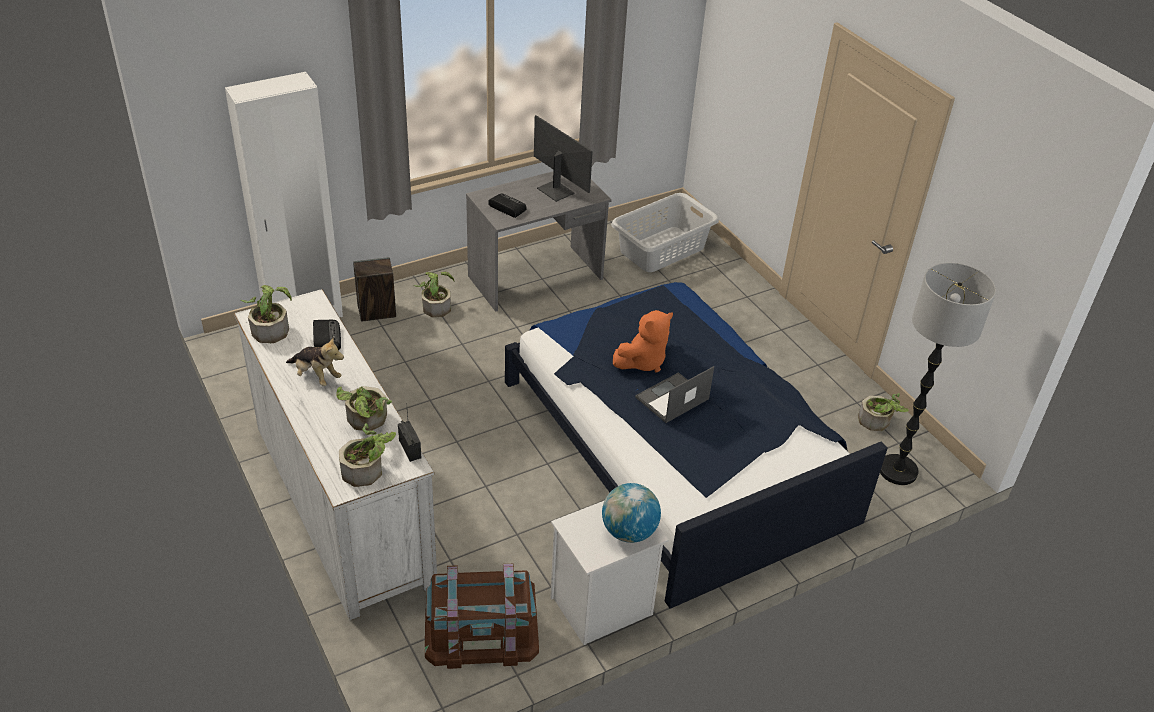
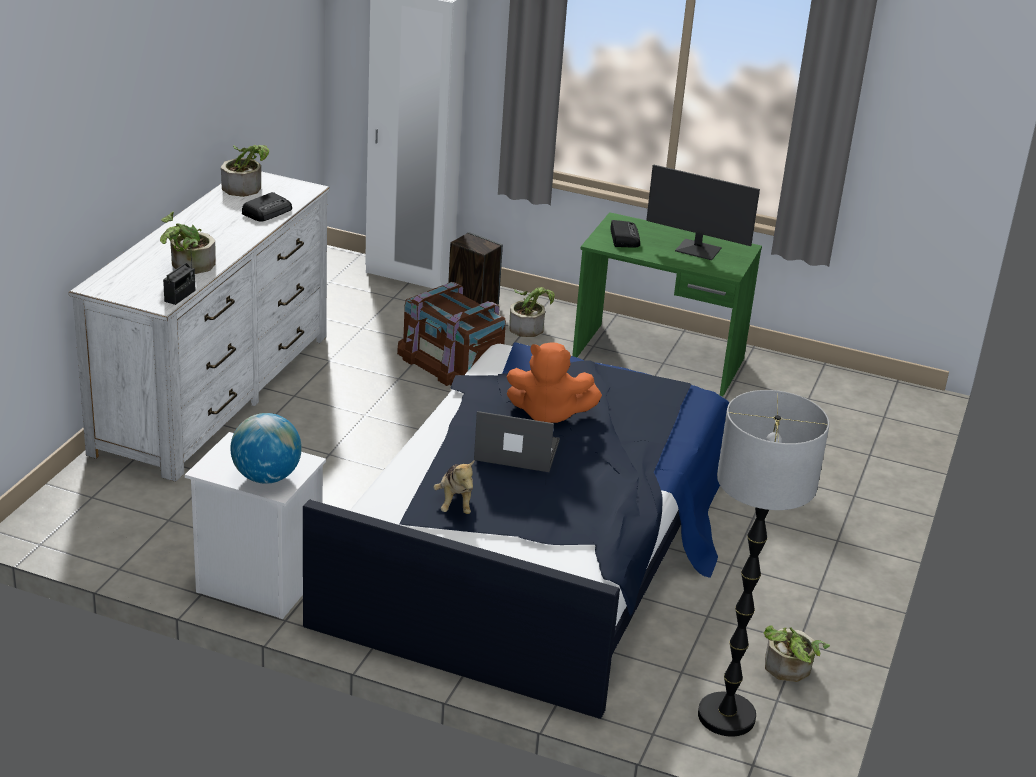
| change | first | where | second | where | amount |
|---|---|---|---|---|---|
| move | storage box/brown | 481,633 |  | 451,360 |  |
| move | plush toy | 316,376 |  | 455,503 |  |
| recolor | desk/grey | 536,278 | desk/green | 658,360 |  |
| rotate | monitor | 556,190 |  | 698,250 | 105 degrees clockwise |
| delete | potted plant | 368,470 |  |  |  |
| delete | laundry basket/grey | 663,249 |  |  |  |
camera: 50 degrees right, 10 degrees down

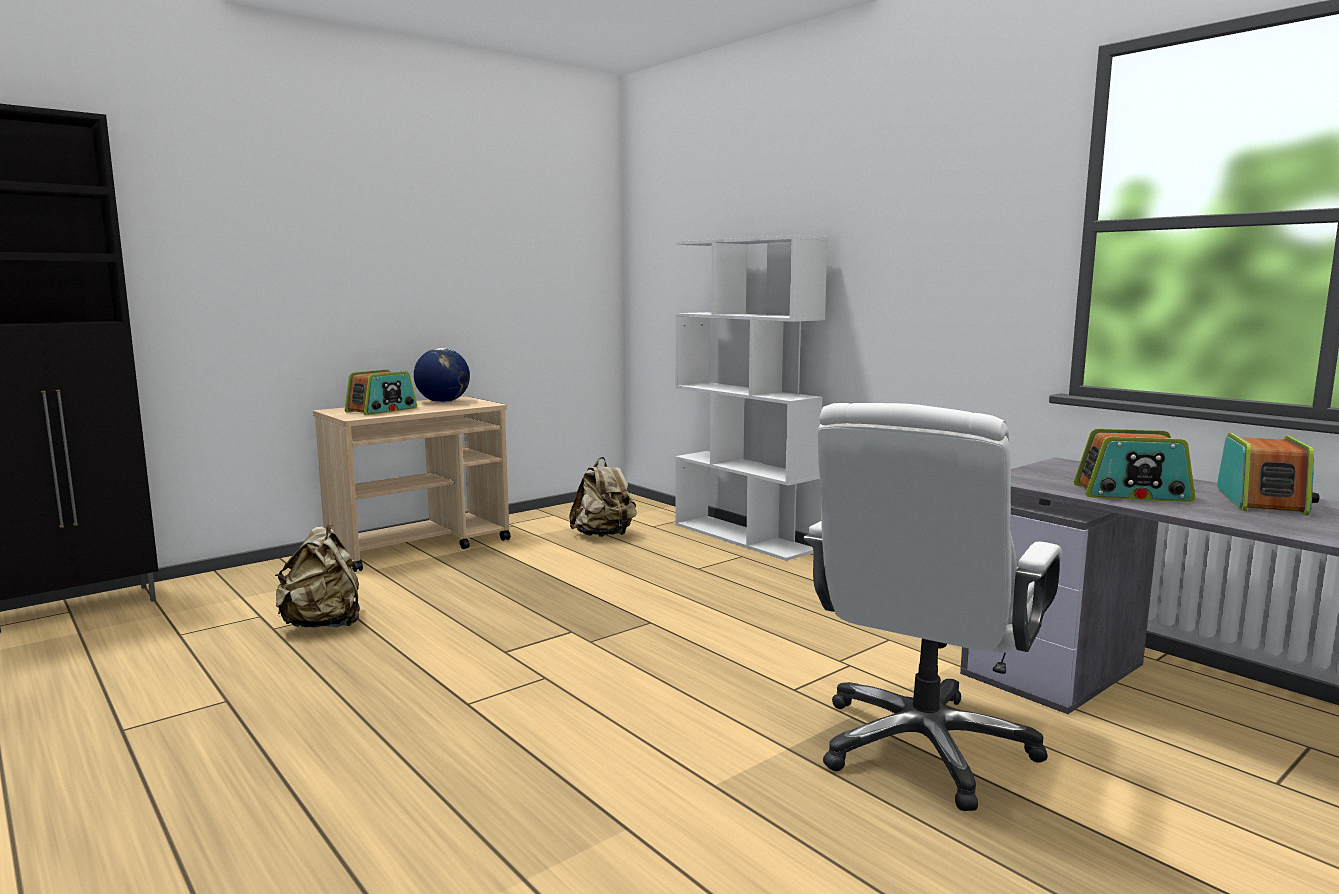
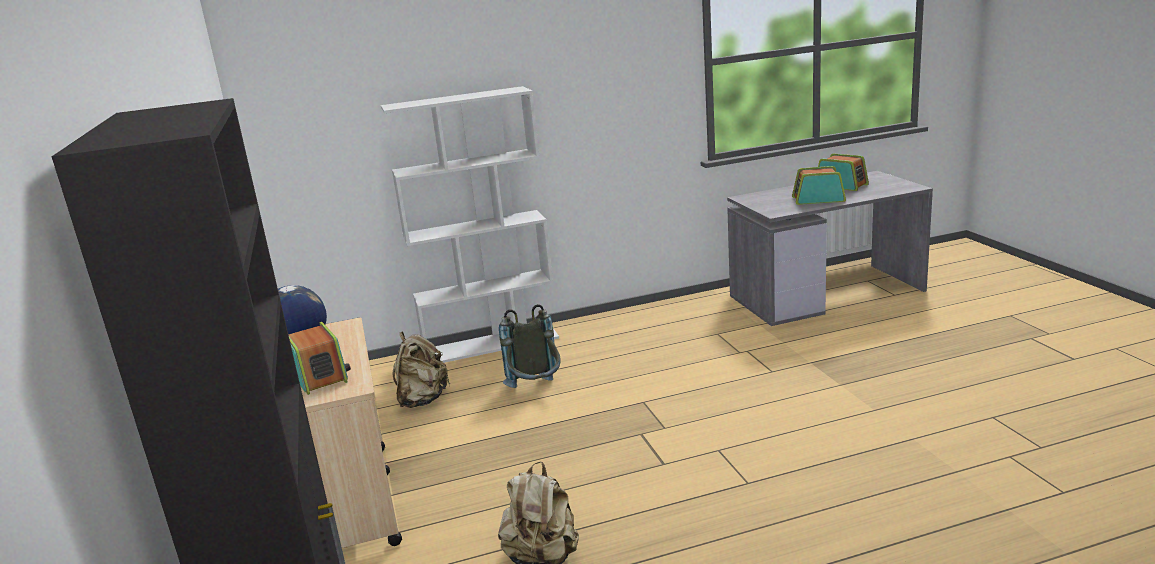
| change | first | where | second | where | amount |
|---|---|---|---|---|---|
| insert |  |  | backpack/grey | 536,391 |  |
| rotate | radio | 1132,493 |  | 818,199 | 120 degrees counterclockwise |
| delete | office chair/white | 923,747 |  |  |  |
camera: 65 degrees left, 10 degrees up

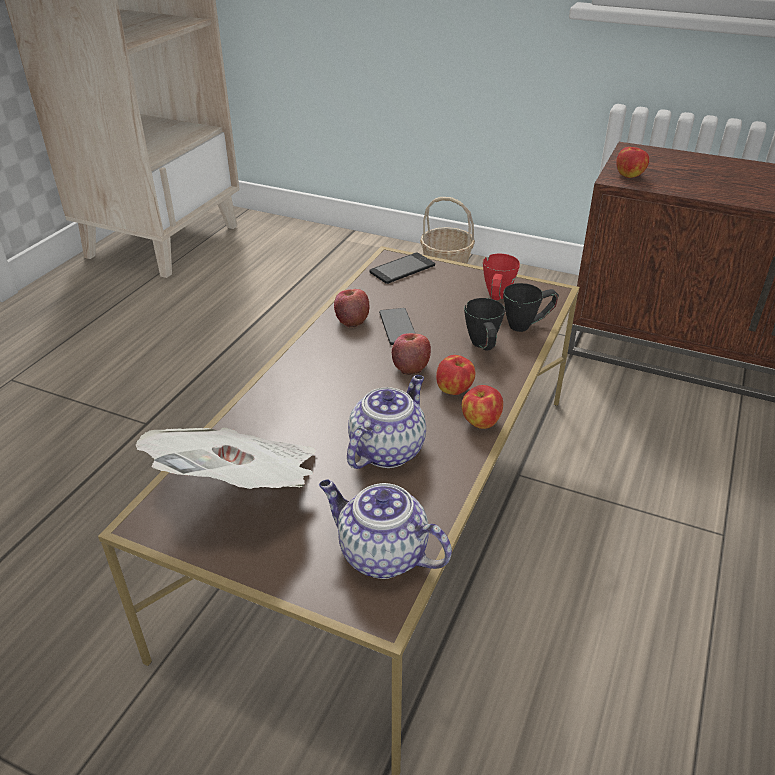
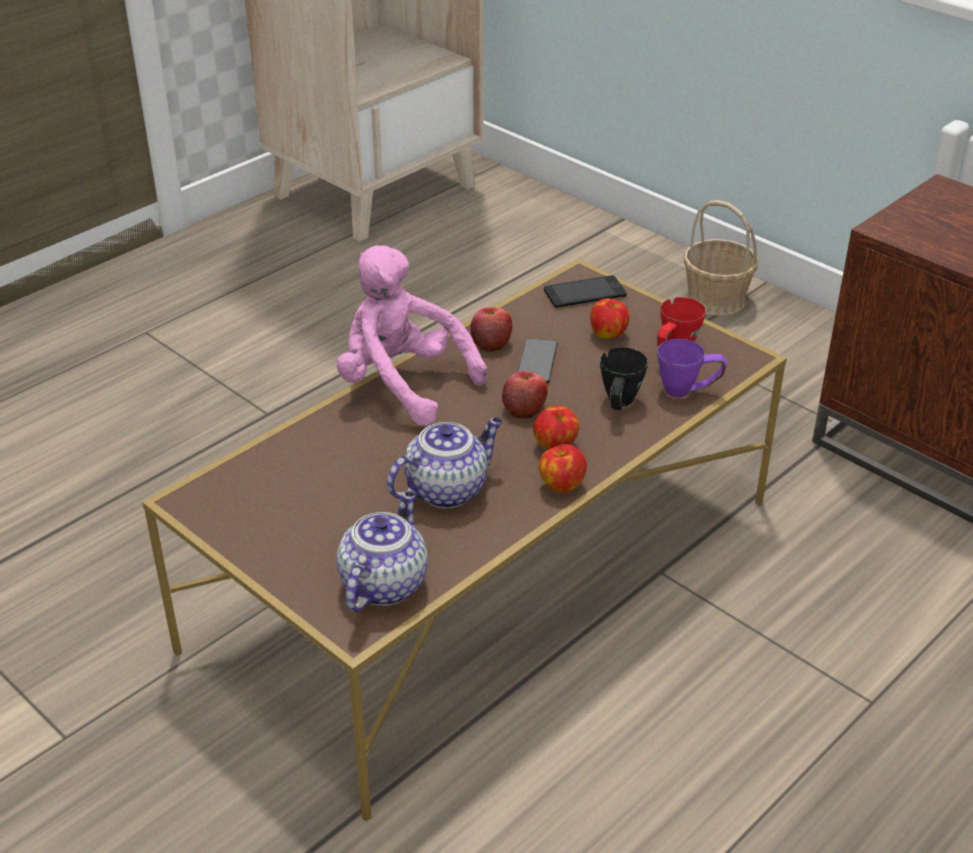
| change | first | where | second | where | amount |
|---|---|---|---|---|---|
| insert |  |  | plush toy/pink | 402,385 |  |
| rotate | teapot | 381,554 |  | 383,583 | 60 degrees clockwise |
| move | apple | 629,175 |  | 608,334 |  |
| recolor | mug/black | 527,325 | mug/purple | 688,391 |  |
| delete | newspaper | 242,487 |  |  |  |
camera: 20 degrees right, 0 degrees up

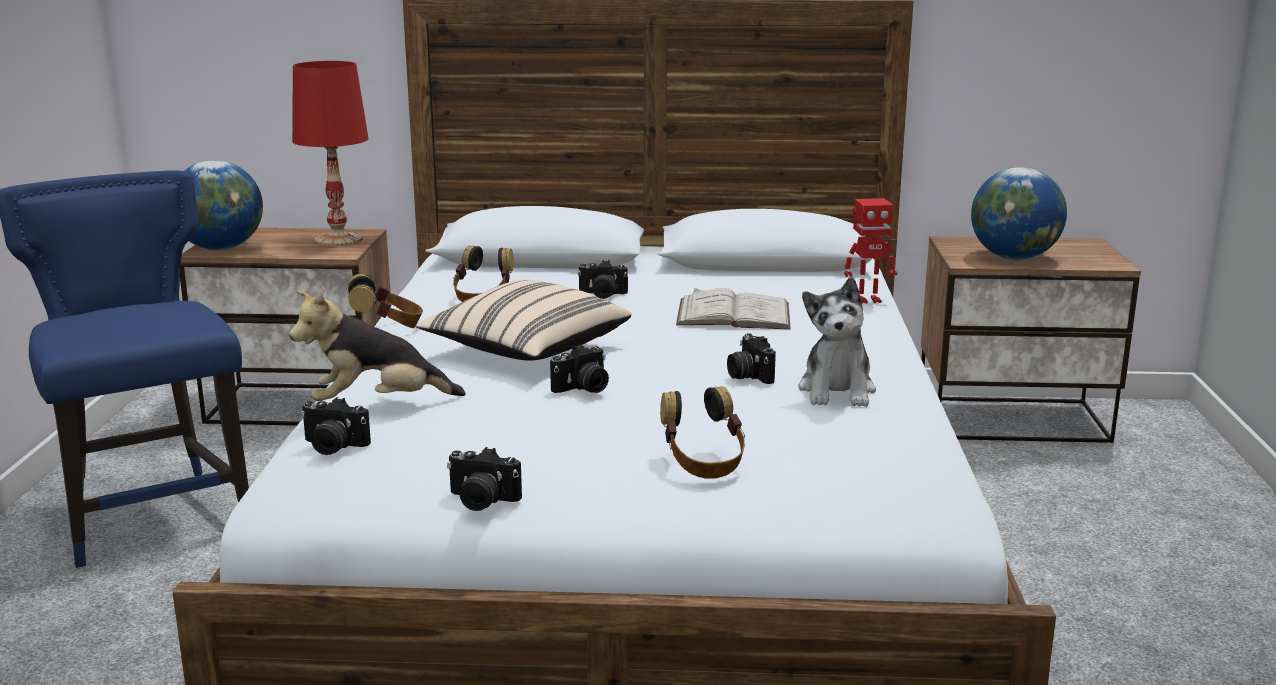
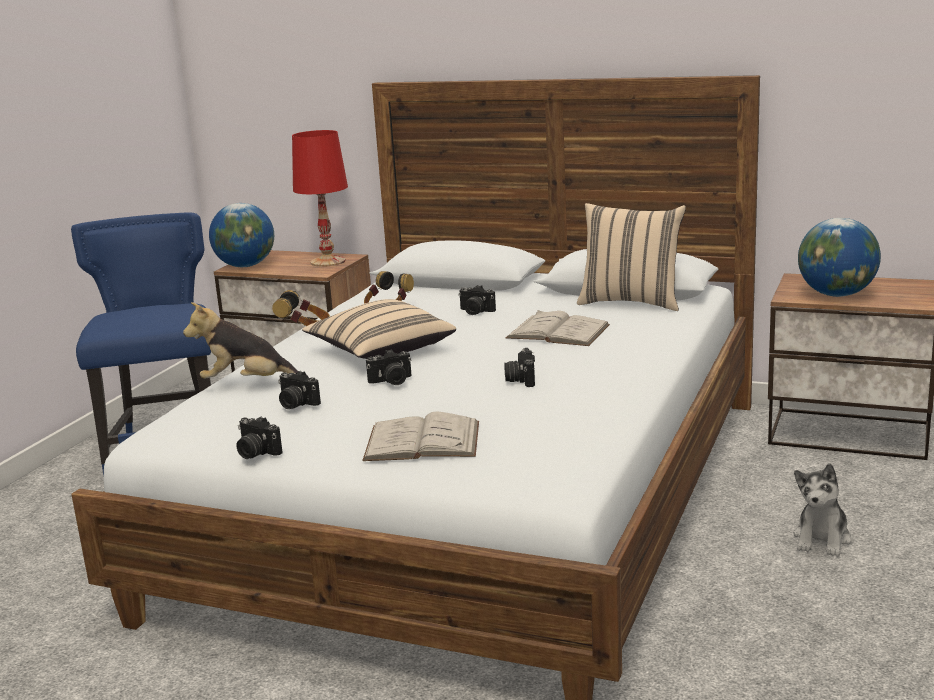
| change | first | where | second | where | amount |
|---|---|---|---|---|---|
| move | photo camera | 332,446 |  | 296,404 |  |
| replace | headphones | 703,464 | book/white | 422,441 |  |
| insert |  |  | pillow/beige | 631,302 |  |
| move | plush toy | 837,390 |  | 822,539 |  |
| delete | toy robot | 867,300 |  |  |  |
camera: 20 degrees right, 0 degrees up

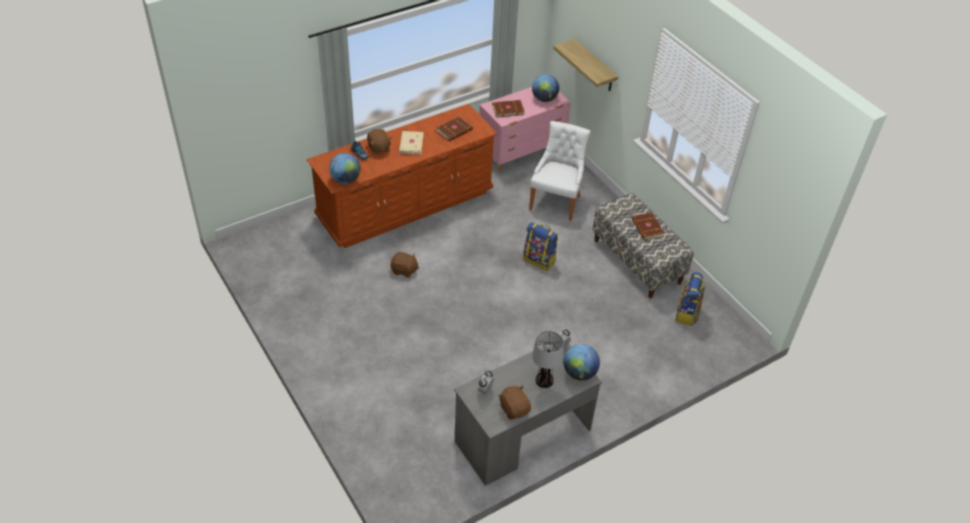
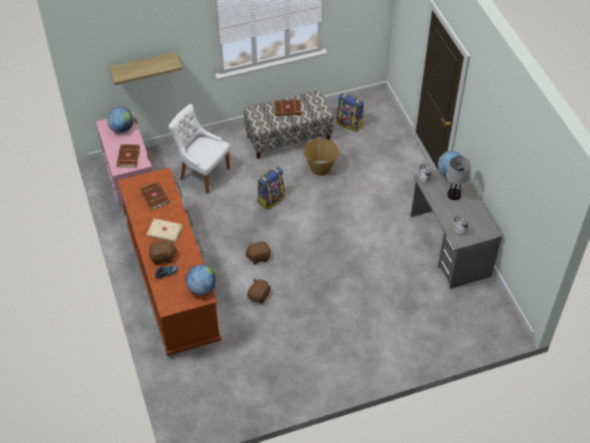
| change | first | where | second | where | amount |
|---|---|---|---|---|---|
| move | plush toy/brown | 514,409 |  | 258,257 |  |
| insert |  |  | basket | 320,167 |  |
camera: 75 degrees left, 5 degrees up

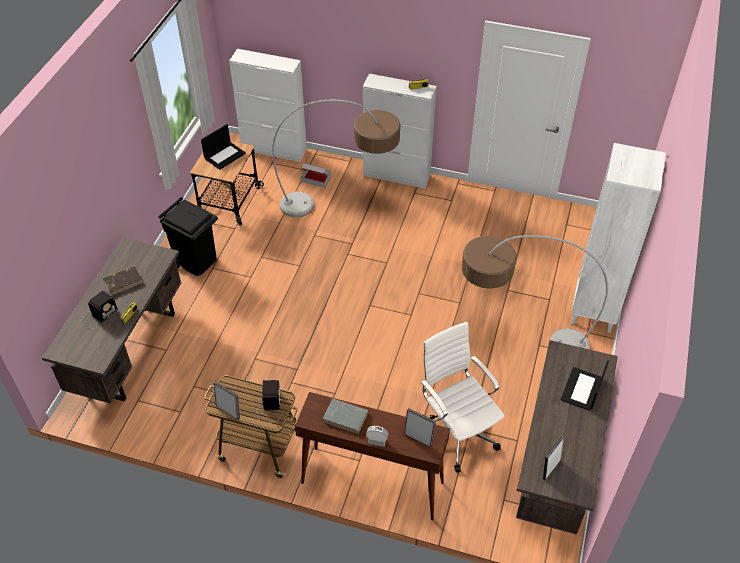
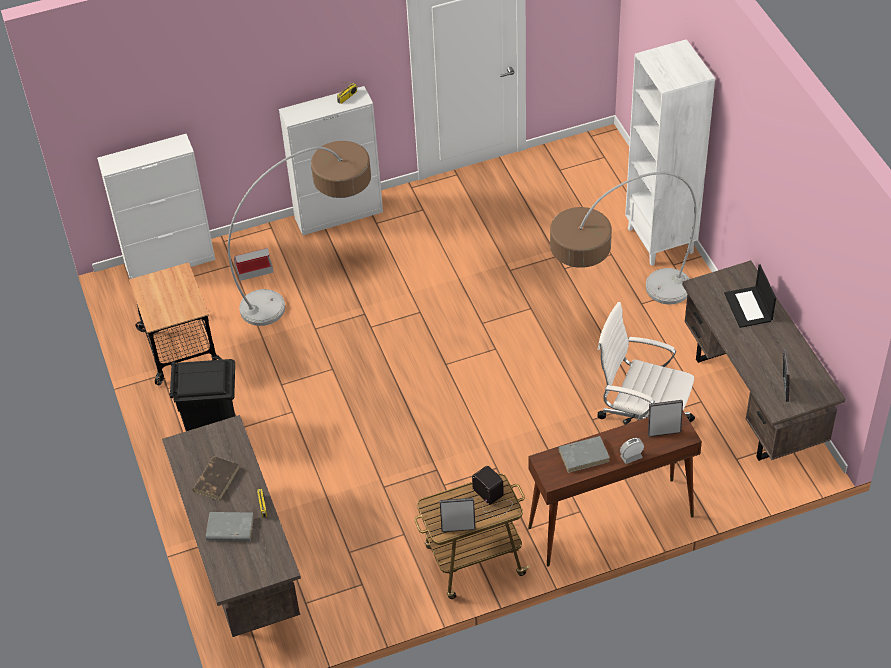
| change | first | where | second | where | amount |
|---|---|---|---|---|---|
| replace | radio | 97,316 | book/grey | 229,528 |  |
| delete | laptop | 225,155 |  |  |  |
camera: 35 degrees left, 0 degrees up

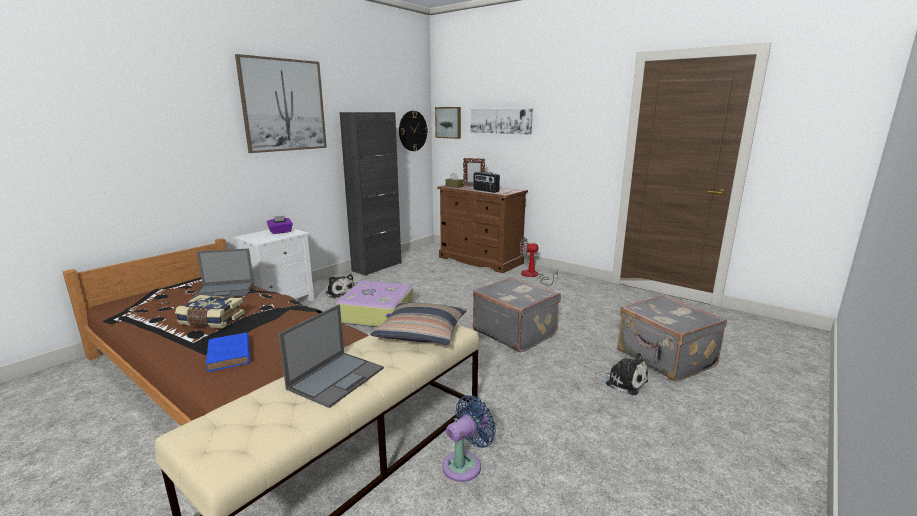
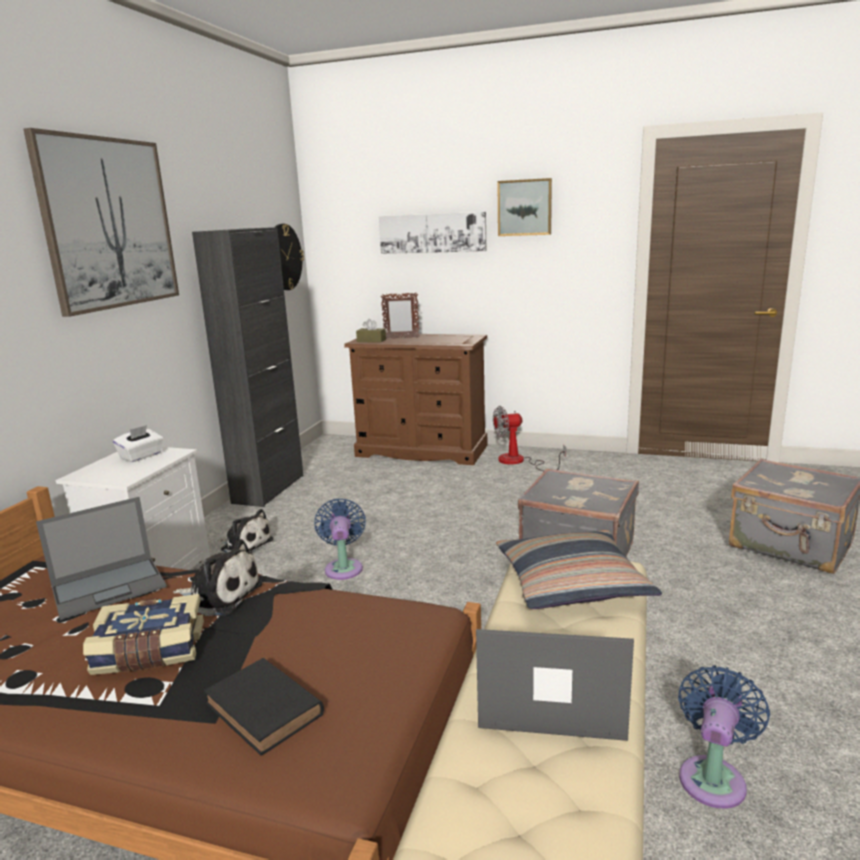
| change | first | where | second | where | amount |
|---|---|---|---|---|---|
| recolor | tissue box/purple | 281,232 | tissue box/white | 141,456 |  |
| move | plush toy | 623,382 |  | 220,595 |  |
| recolor | book/blue | 229,355 | book/black | 266,711 |  |
| replace | suitcase | 376,313 | fan/blue | 343,567 |  |
| rotate | laptop | 337,378 |  | 549,698 | 90 degrees counterclockwise |
| move | picture | 449,122 |  | 525,207 |  |
| delete | radio | 485,190 |  |  |  |
camera: 20 degrees left, 0 degrees up

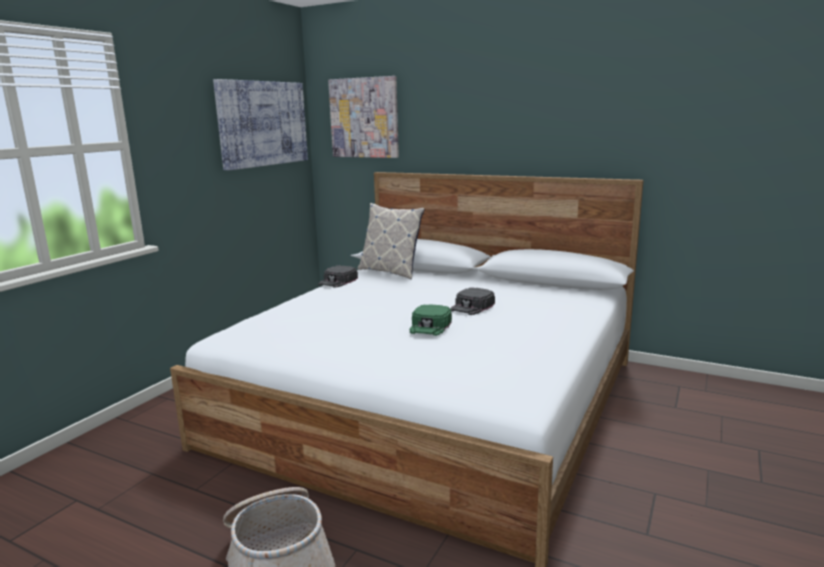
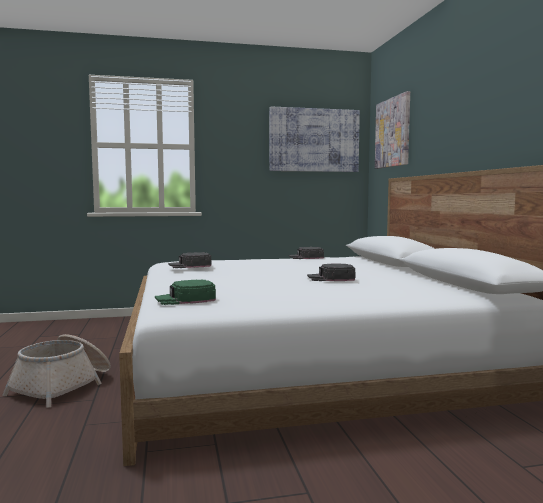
| change | first | where | second | where | amount |
|---|---|---|---|---|---|
| move | cap/green | 430,326 |  | 186,299 |  |
| insert |  |  | cap/black | 190,265 |  |
| delete | pillow | 390,271 |  |  |  |
camera: 50 degrees right, 10 degrees down

